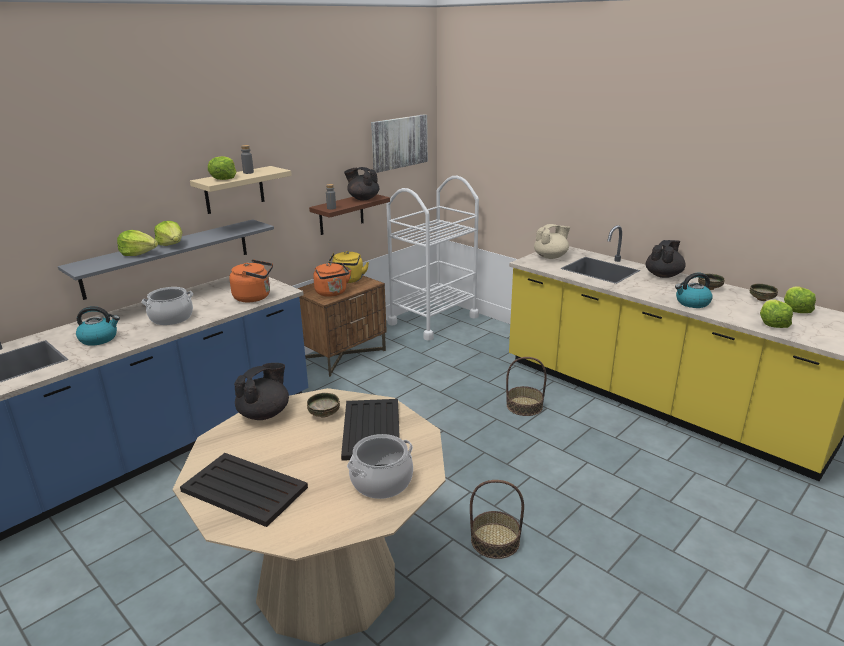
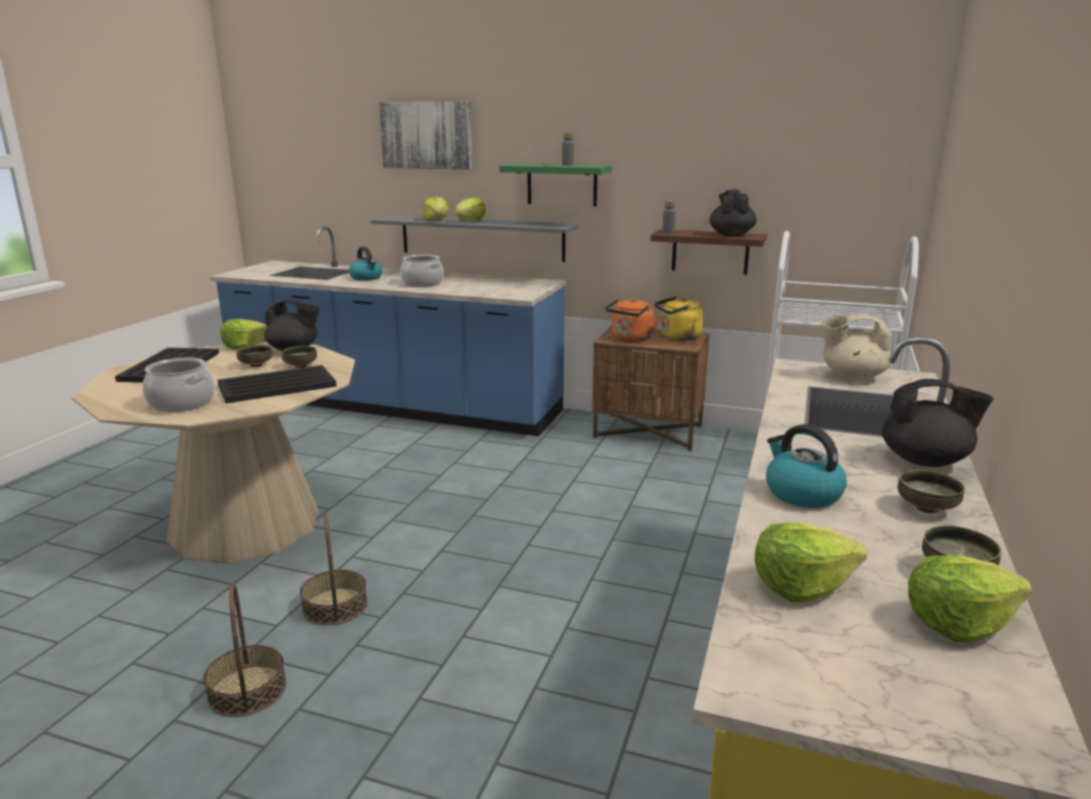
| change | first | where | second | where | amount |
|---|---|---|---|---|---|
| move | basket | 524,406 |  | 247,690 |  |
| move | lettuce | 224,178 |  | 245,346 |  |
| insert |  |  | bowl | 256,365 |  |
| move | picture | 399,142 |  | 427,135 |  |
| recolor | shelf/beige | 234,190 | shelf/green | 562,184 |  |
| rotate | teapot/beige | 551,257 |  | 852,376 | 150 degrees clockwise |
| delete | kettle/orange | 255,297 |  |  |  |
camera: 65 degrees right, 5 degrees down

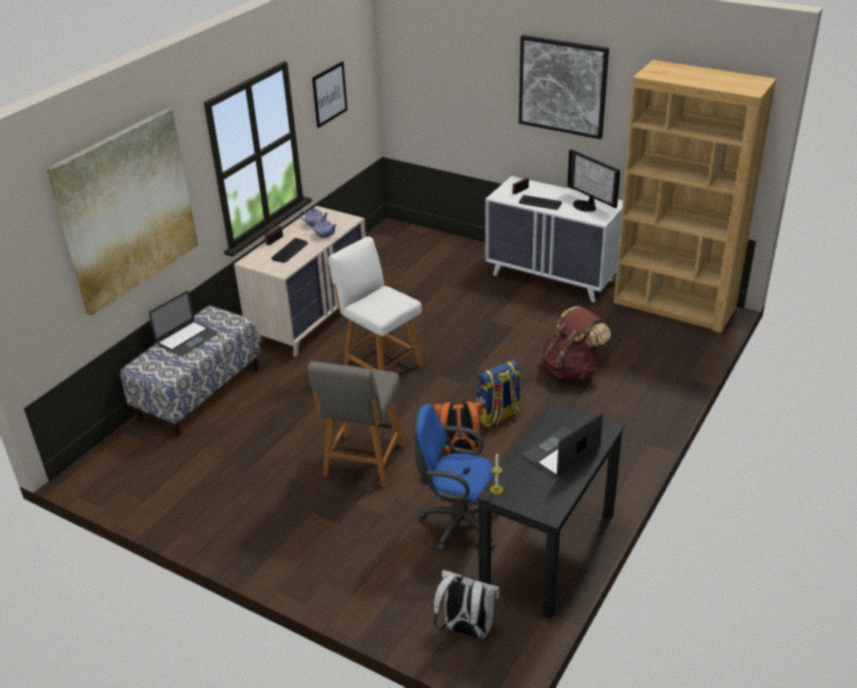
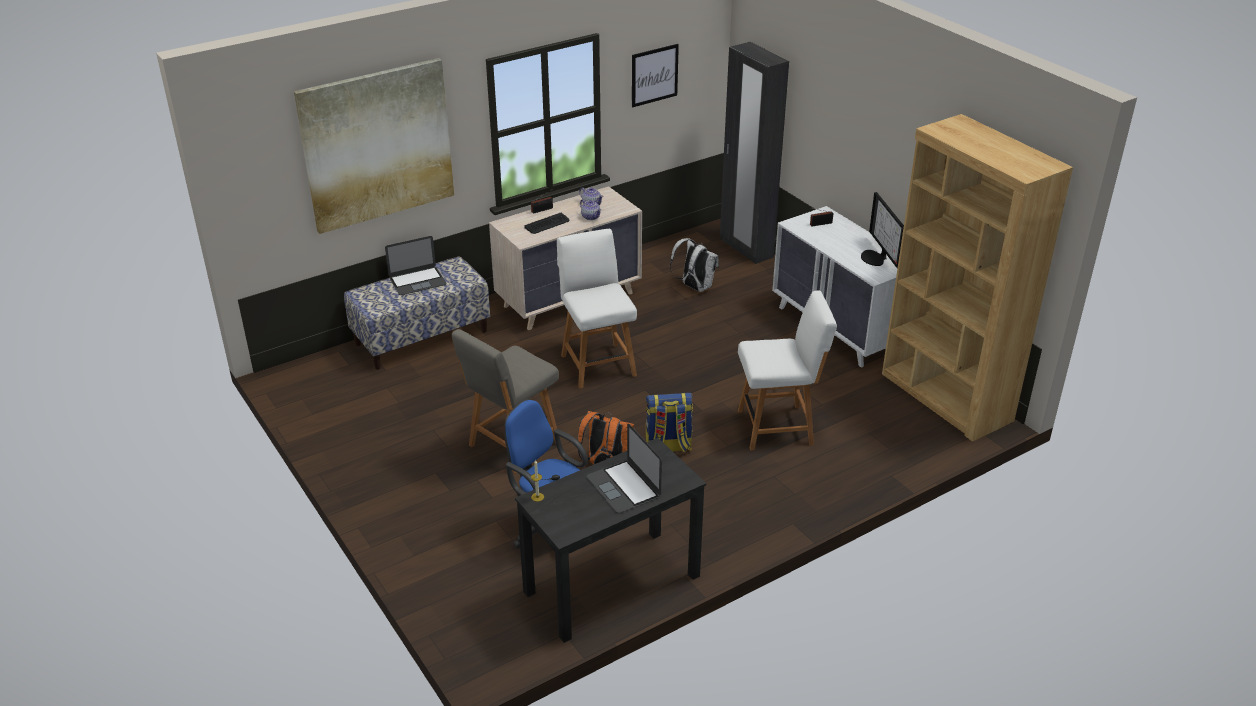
| change | first | where | second | where | amount |
|---|---|---|---|---|---|
| rotate | laptop | 561,453 |  | 623,486 | 105 degrees counterclockwise |
| move | backpack/white | 466,630 |  | 694,287 |  |
| insert |  |  | wardrobe/black | 746,248 |  |
| replace | backpack/brown | 572,370 | chair/white | 778,427 |  |
| delete | picture | 562,86 |  |  |  |
| delete | keyboard | 540,203 |  |  |  |
camera: 25 degrees right, 0 degrees up

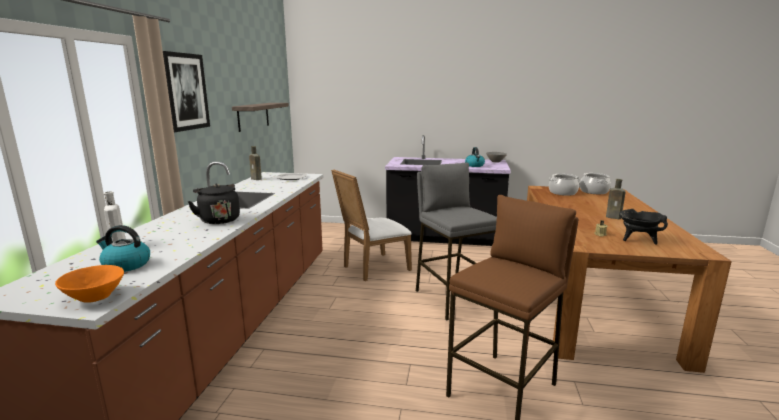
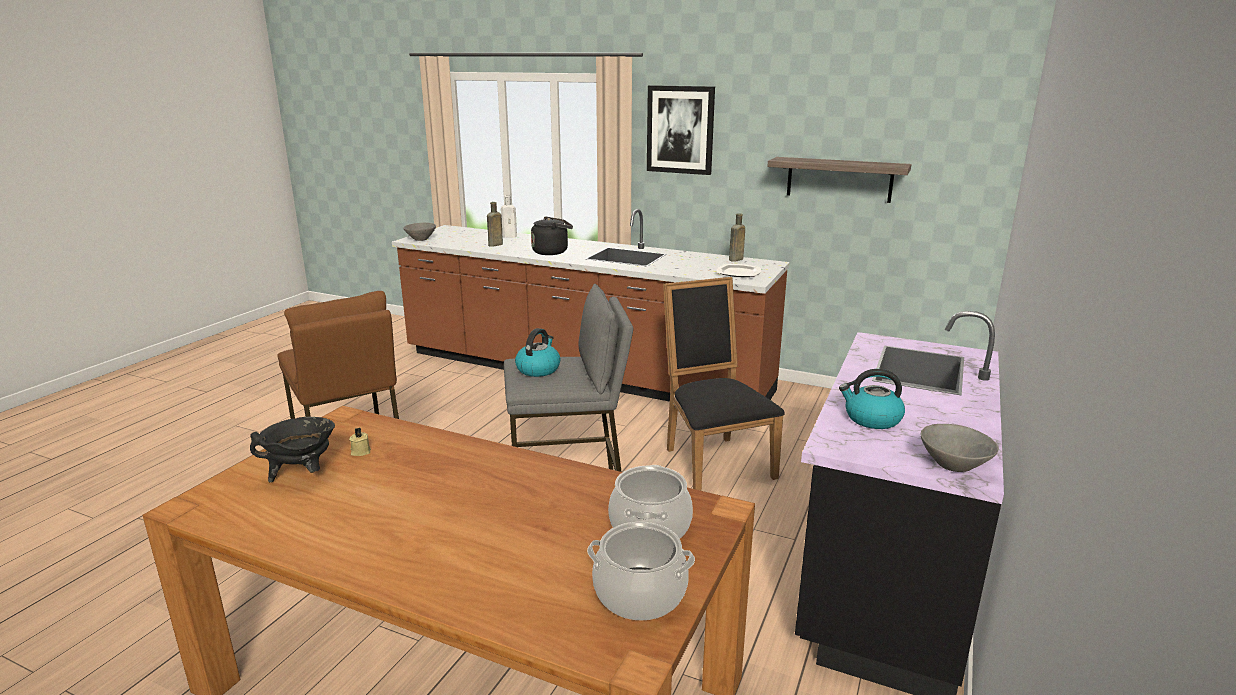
| change | first | where | second | where | amount |
|---|---|---|---|---|---|
| recolor | bowl/orange | 95,298 | bowl/grey | 420,239 |  |
| move | bottle/brown | 614,217 |  | 494,245 |  |
| move | kettle | 126,265 |  | 538,369 |  |
| recolor | chair/white | 372,268 | chair/black | 713,461 |  |
camera: 105 degrees right, 5 degrees up

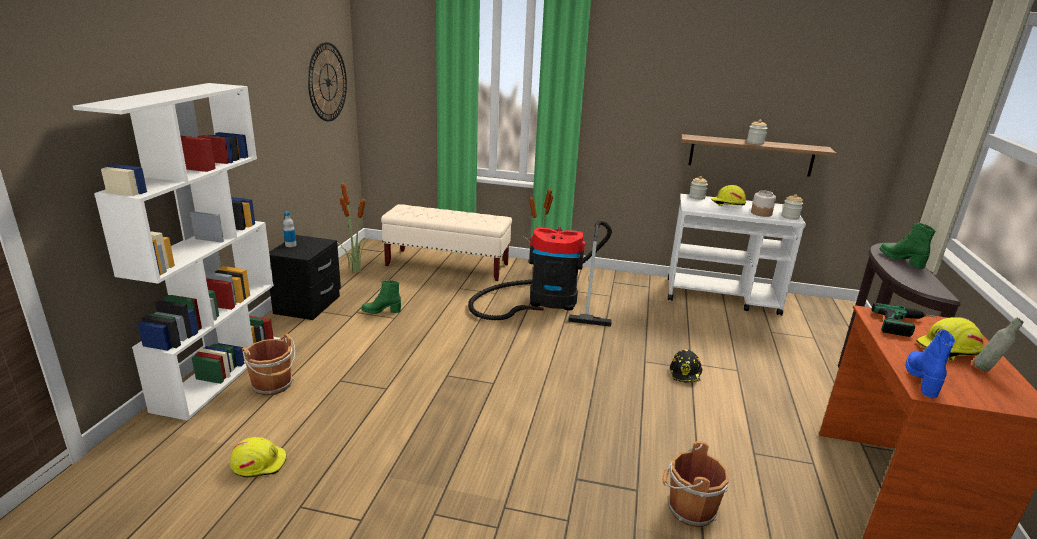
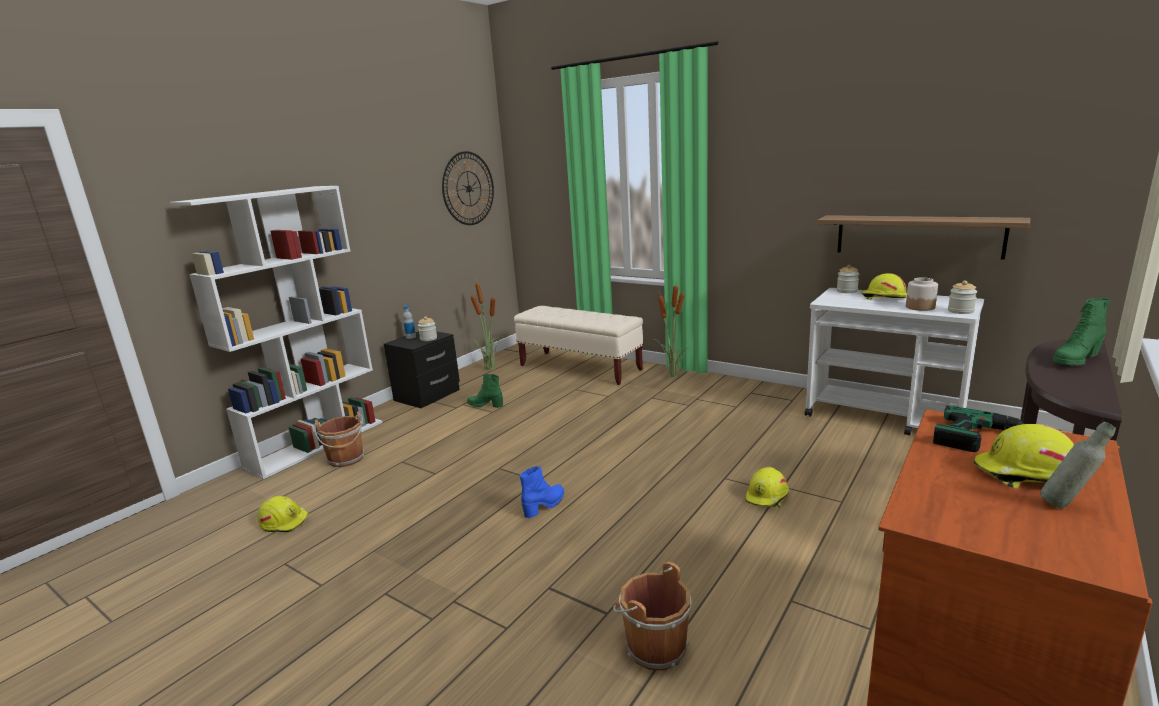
| change | first | where | second | where | amount |
|---|---|---|---|---|---|
| move | jar | 755,143 |  | 428,339 |  |
| move | boot/blue | 922,379 |  | 545,505 |  |
| recolor | hard hat/black | 686,373 | hard hat/yellow | 767,497 |  |
| rotate | boot/green | 901,260 |  | 1075,360 | 120 degrees counterclockwise |
| delete | vacuum cleaner | 546,301 |  |  |  |
camera: 25 degrees right, 5 degrees down

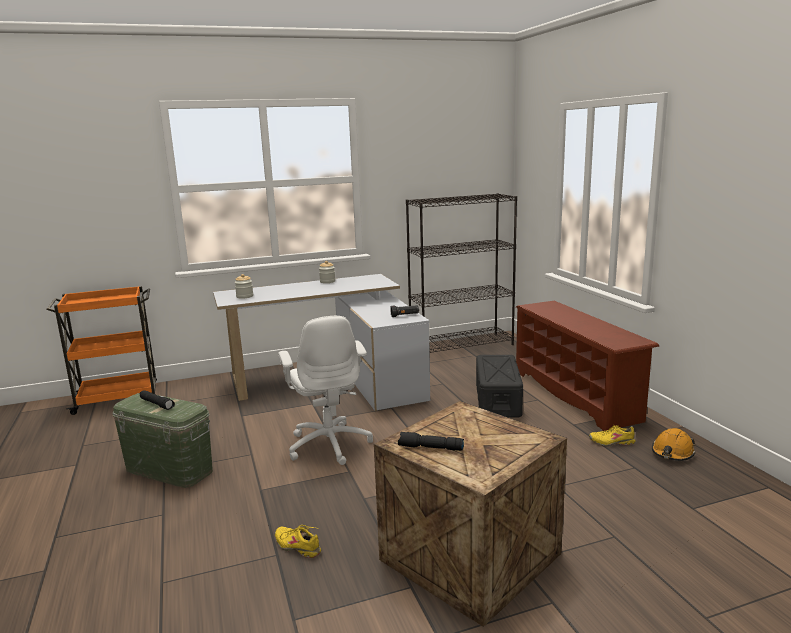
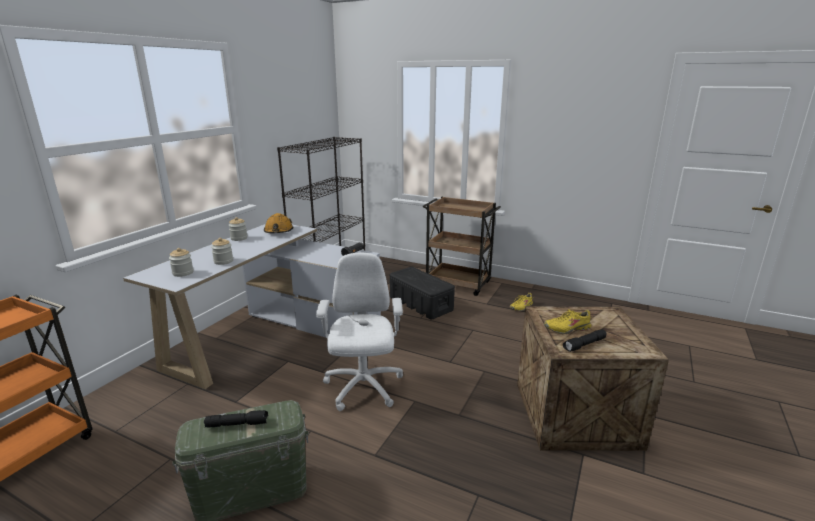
| change | first | where | second | where | amount |
|---|---|---|---|---|---|
| insert |  |  | jar | 223,261 |  |
| move | hard hat/orange | 672,453 |  | 278,231 |  |
| rotate | office chair/white | 329,444 |  | 363,388 | 120 degrees counterclockwise |
| replace | shoe rack/brown | 576,395 | cart/brown | 458,284 |  |
| move | shoe/yellow | 298,546 |  | 567,328 |  |
camera: 45 degrees left, 5 degrees up

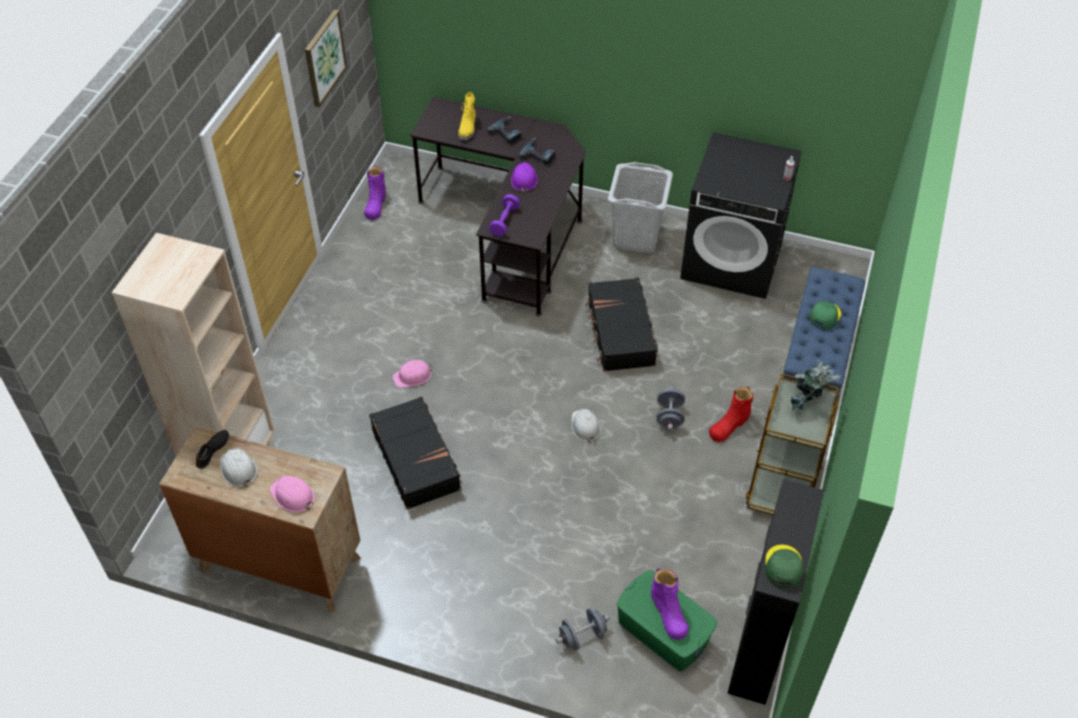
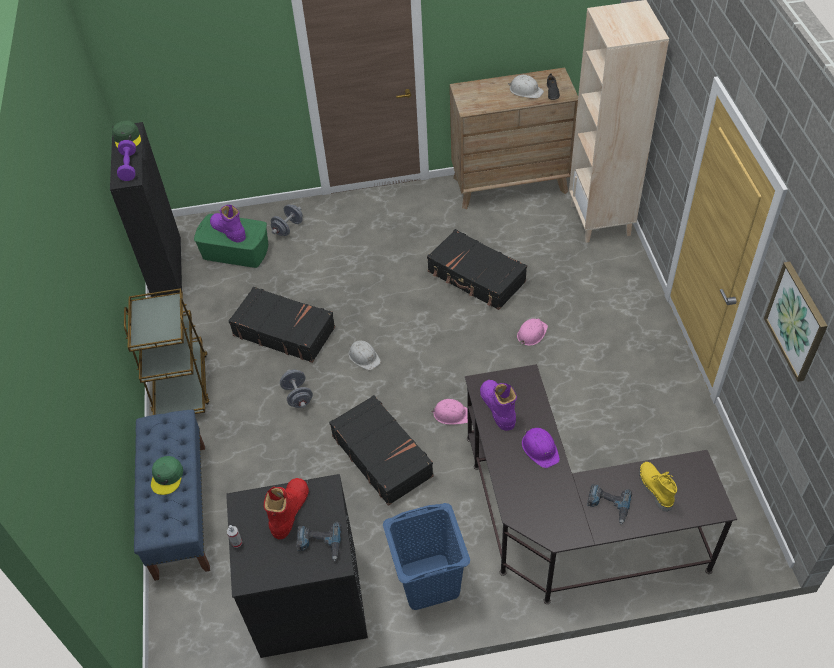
| change | first | where | second | where | amount |
|---|---|---|---|---|---|
| move | dumbbell/purple | 504,221 |  | 128,167 |  |
| insert |  |  | suitcase/black | 284,331 |  |
| move | boot/red | 729,425 |  | 289,510 |  |
| move | power drill | 538,154 |  | 319,544 |  |
| recolor | laundry basket/grey | 635,237 | laundry basket/blue | 429,581 |  |
| move | hard hat/pink | 292,495 |  | 451,414 |  |
| move | boot/purple | 376,204 |  | 497,408 |  |
| delete | potted plant | 807,402 |  |  |  |
camera: 155 degrees right, 0 degrees up

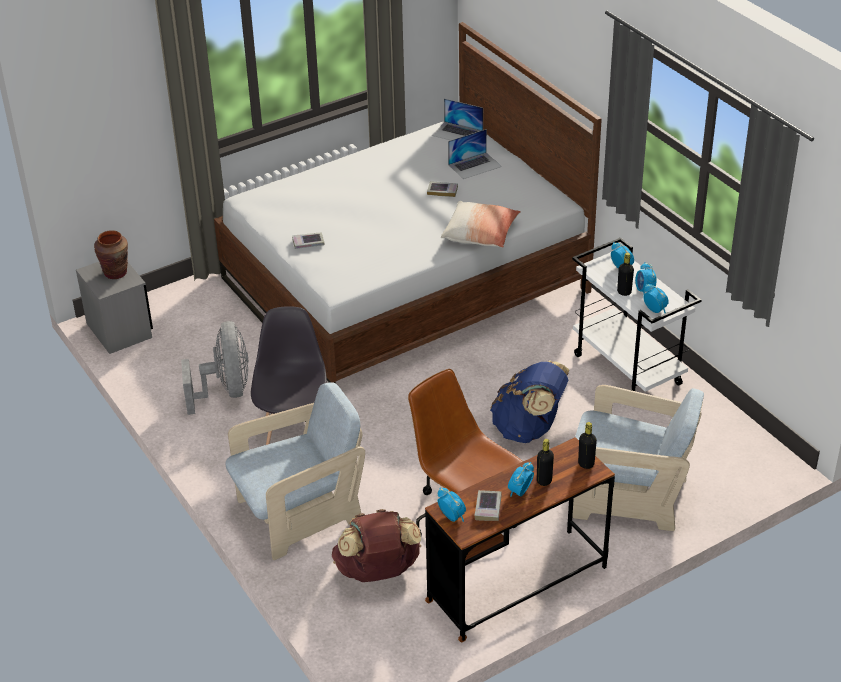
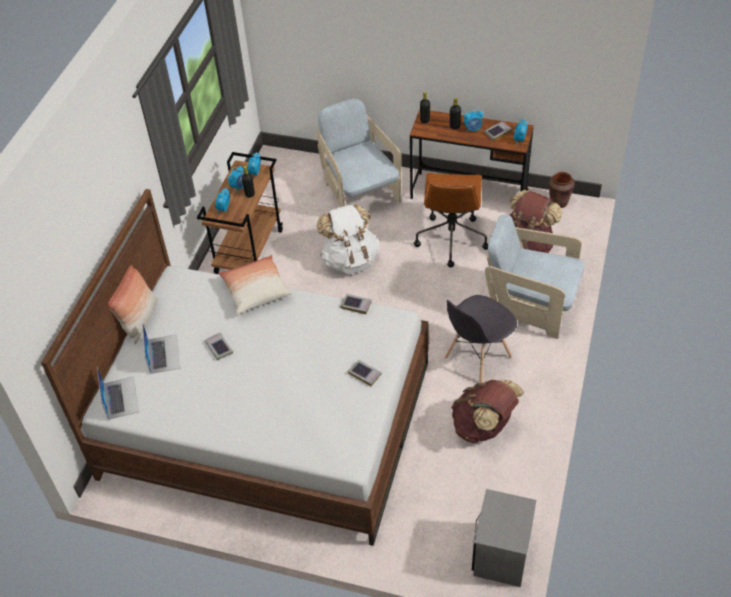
| change | first | where | second | where | amount |
|---|---|---|---|---|---|
| insert |  |  | pillow | 139,320 |  |
| rotate | laptop | 475,165 |  | 163,353 | 60 degrees clockwise |
| recolor | cart/white | 628,370 | cart/brown | 249,251 |  |
| recolor | backpack/blue | 529,429 | backpack/white | 350,259 |  |
| insert |  |  | book | 356,305 |  |
| replace | fan/grey | 225,391 | backpack/brown | 483,427 |  |
| move | vase/brown | 115,273 |  | 559,202 |  |
camera: 130 degrees left, 10 degrees up

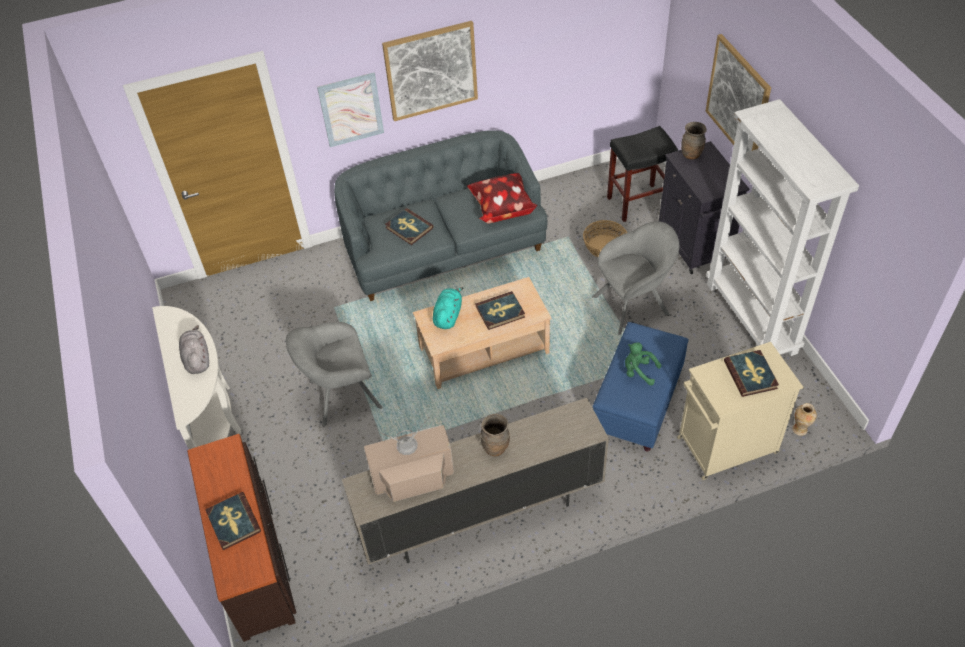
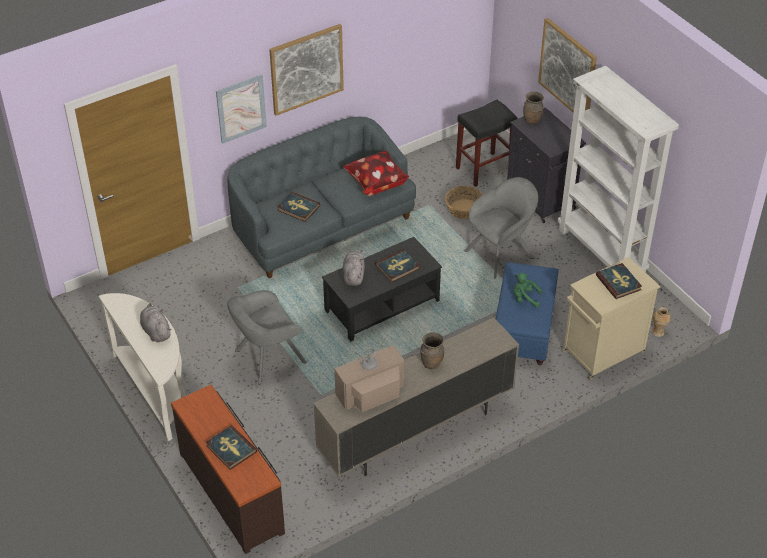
| change | first | where | second | where | amount |
|---|---|---|---|---|---|
| recolor | coffee table/beige | 484,349 | coffee table/black | 381,304 |  |
| recolor | plush toy/turquoise | 448,315 | plush toy/grey | 353,275 |  |
camera: 15 degrees left, 5 degrees down

